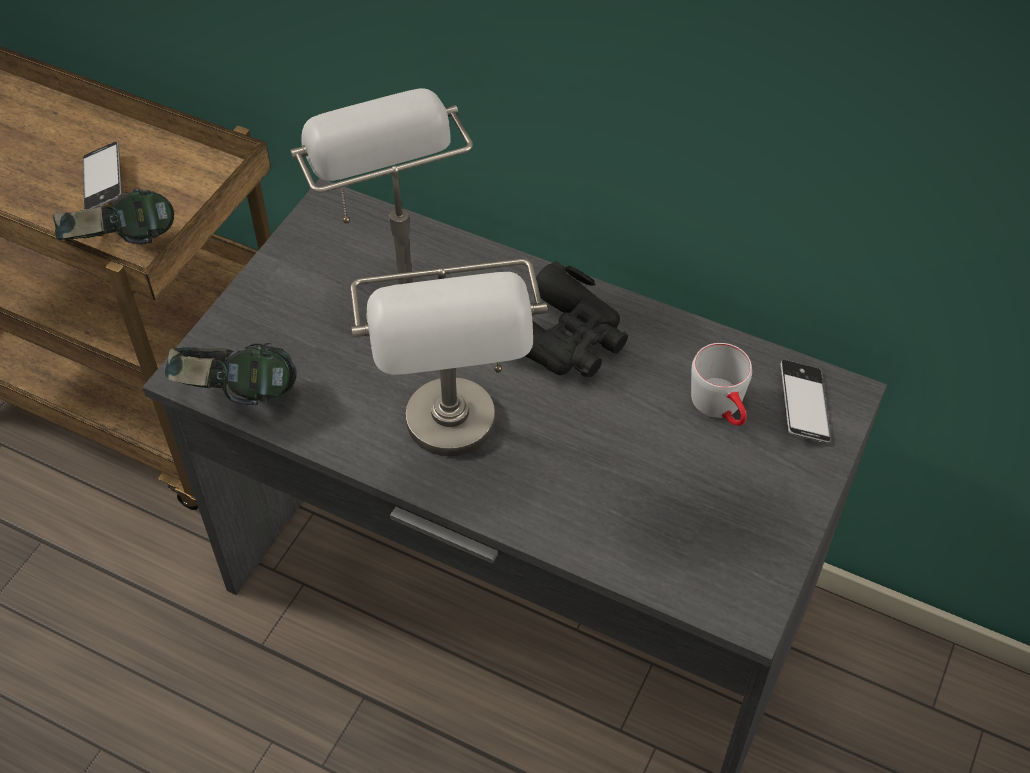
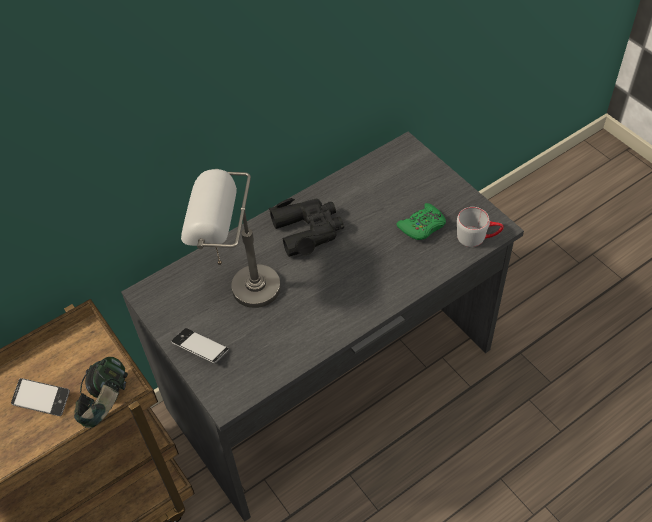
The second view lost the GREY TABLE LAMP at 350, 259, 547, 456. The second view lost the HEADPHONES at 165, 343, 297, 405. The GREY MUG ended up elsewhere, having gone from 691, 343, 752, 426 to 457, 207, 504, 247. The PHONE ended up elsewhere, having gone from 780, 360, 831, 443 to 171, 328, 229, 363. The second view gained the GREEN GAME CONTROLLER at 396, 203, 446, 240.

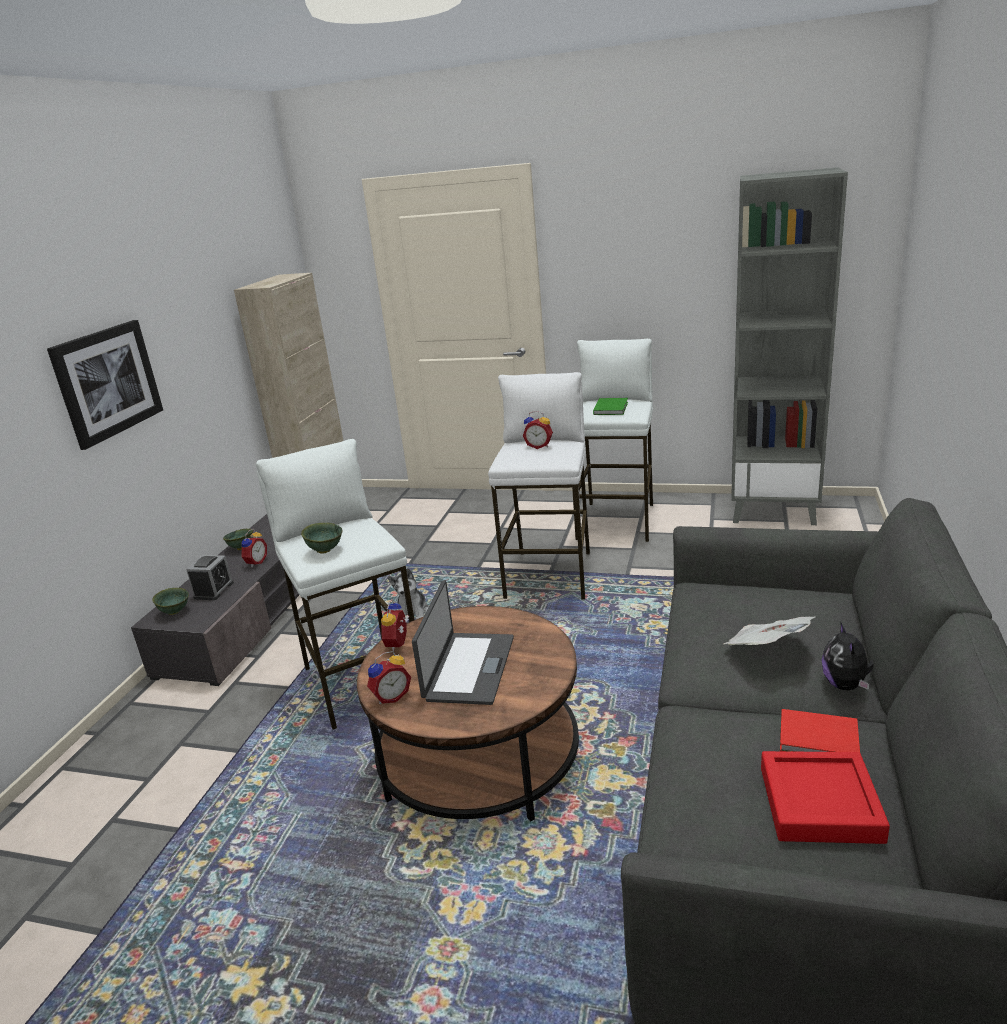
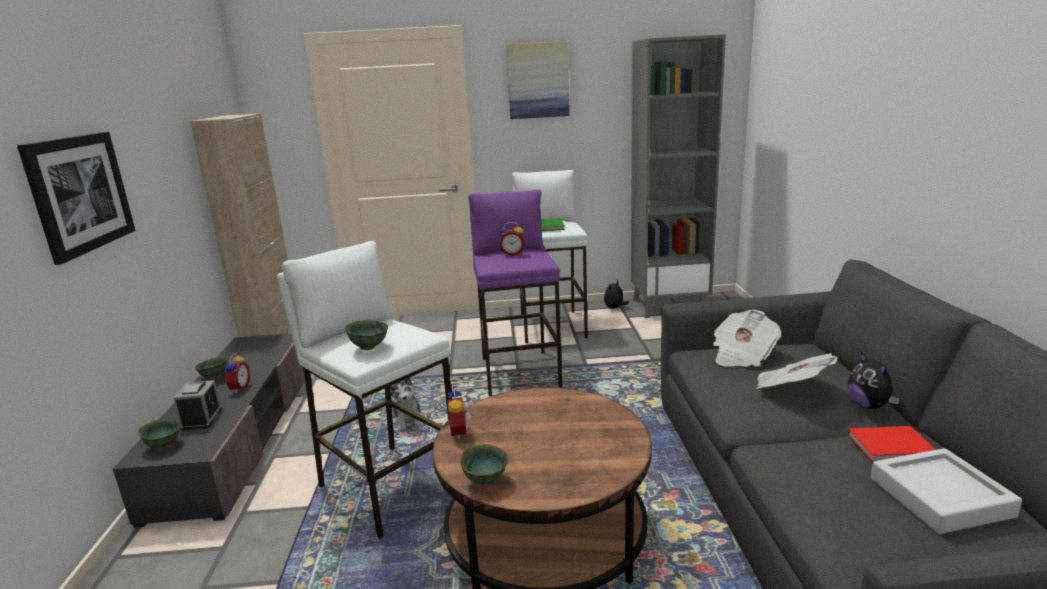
What was the WHITE STOOL at 488, 372, 590, 600 turned into the PURPLE STOOL at 468, 190, 562, 396. The second view lost the LAPTOP at 412, 580, 514, 705. Where the ALARM CLOCK stood at 367, 651, 411, 704, the GREEN BOWL came to stand at 460, 444, 508, 485. What was the RED TRAY at 761, 751, 890, 844 turned into the GREY TRAY at 871, 448, 1022, 534. The second view gained the PICTURE at 506, 41, 570, 119. The second view gained the PLUSH TOY at 604, 280, 629, 309. The second view gained the NEWSPAPER at 713, 309, 781, 367.

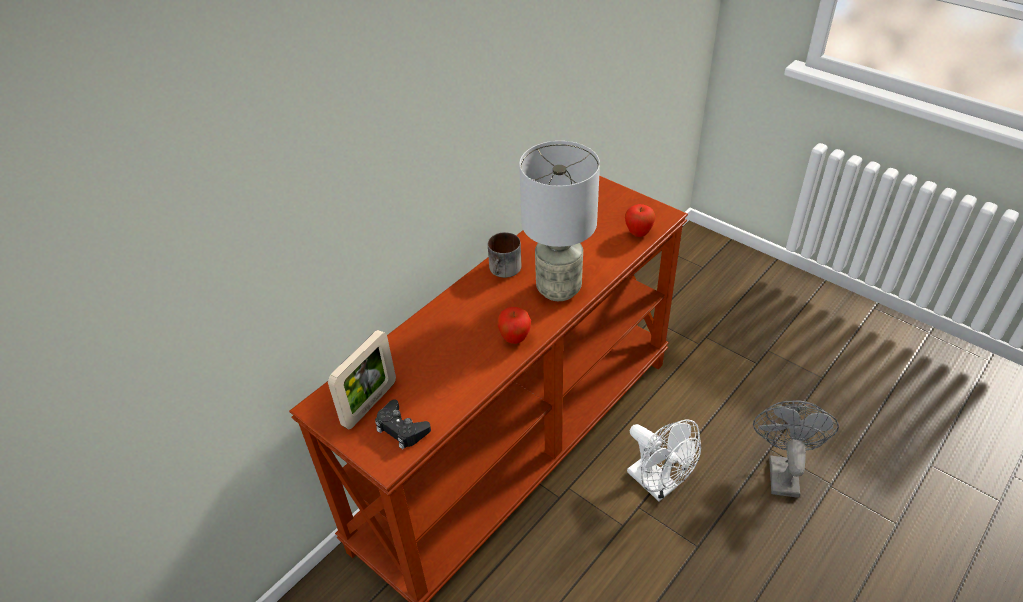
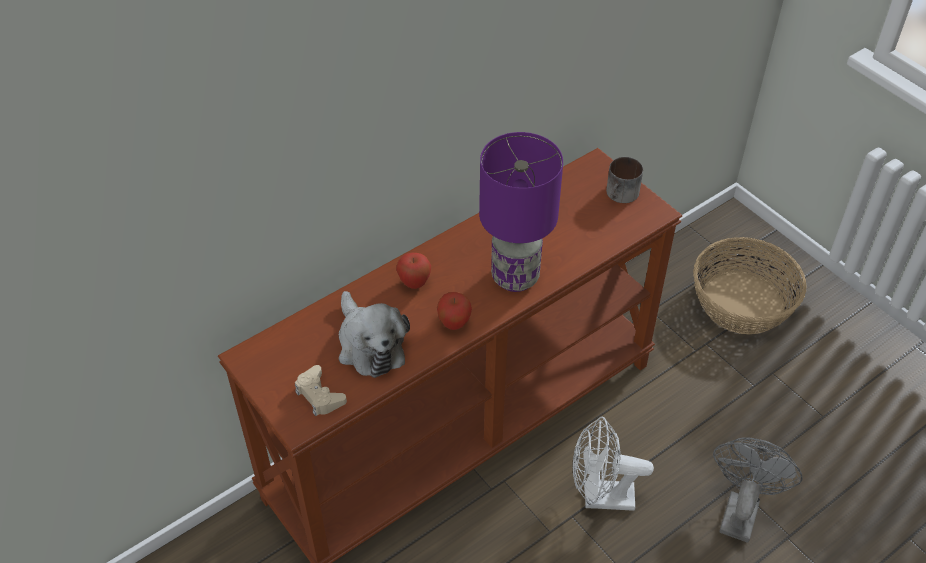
What was the GREY TABLE LAMP at 519, 141, 600, 301 turned into the PURPLE TABLE LAMP at 479, 132, 563, 292. The APPLE ended up elsewhere, having gone from 625, 204, 656, 237 to 396, 253, 431, 289. The MUG ended up elsewhere, having gone from 488, 232, 522, 278 to 606, 157, 643, 203. The second view lost the PICTURE FRAME at 328, 330, 396, 429. What was the BLACK GAME CONTROLLER at 375, 400, 431, 449 turned into the BEIGE GAME CONTROLLER at 295, 365, 347, 416. The WHITE FAN at 627, 419, 701, 502 ended up facing another way, 120 degrees clockwise from before. The second view gained the BASKET at 693, 237, 807, 334. The second view gained the PLUSH TOY at 339, 291, 410, 378.

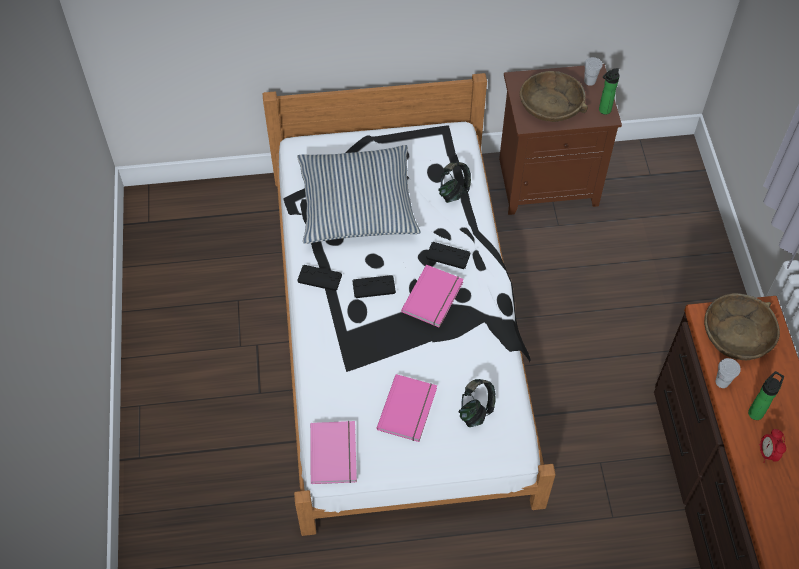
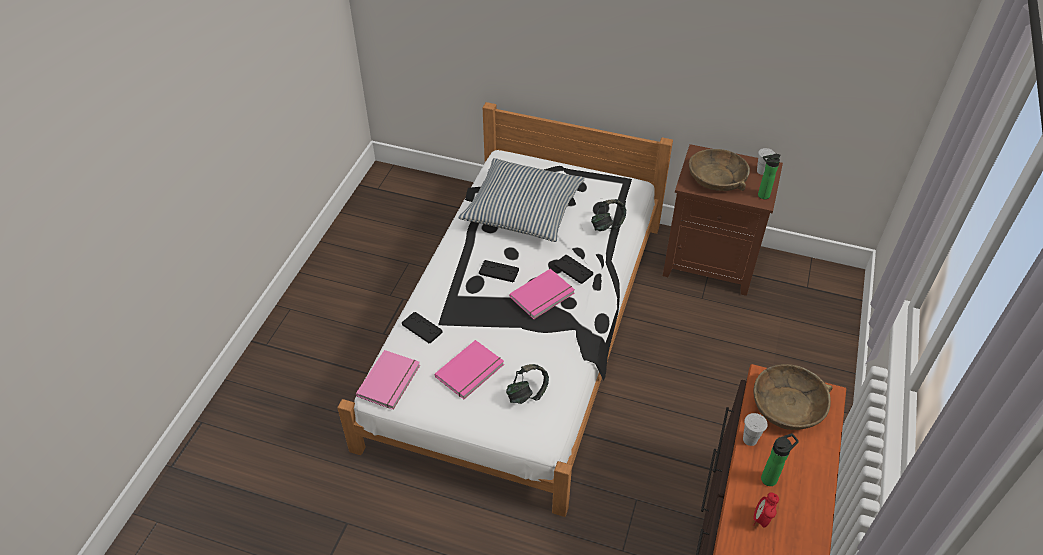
The BLACK GAME CONTROLLER ended up elsewhere, having gone from 297, 265, 342, 291 to 402, 312, 443, 343.

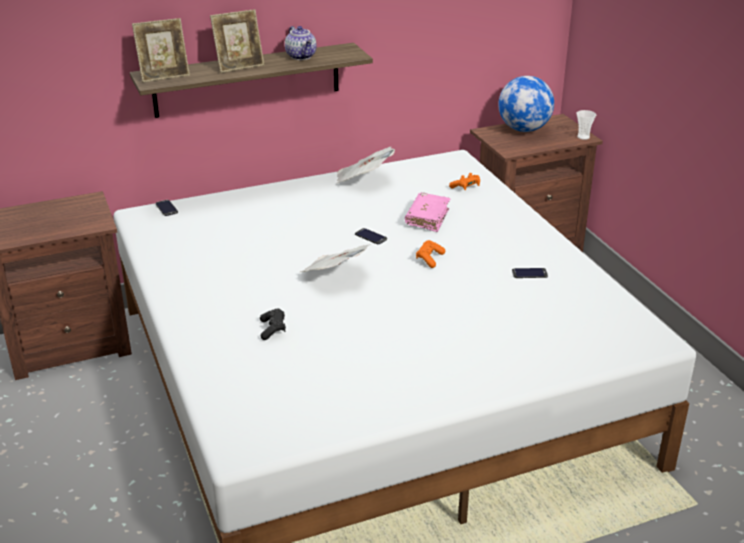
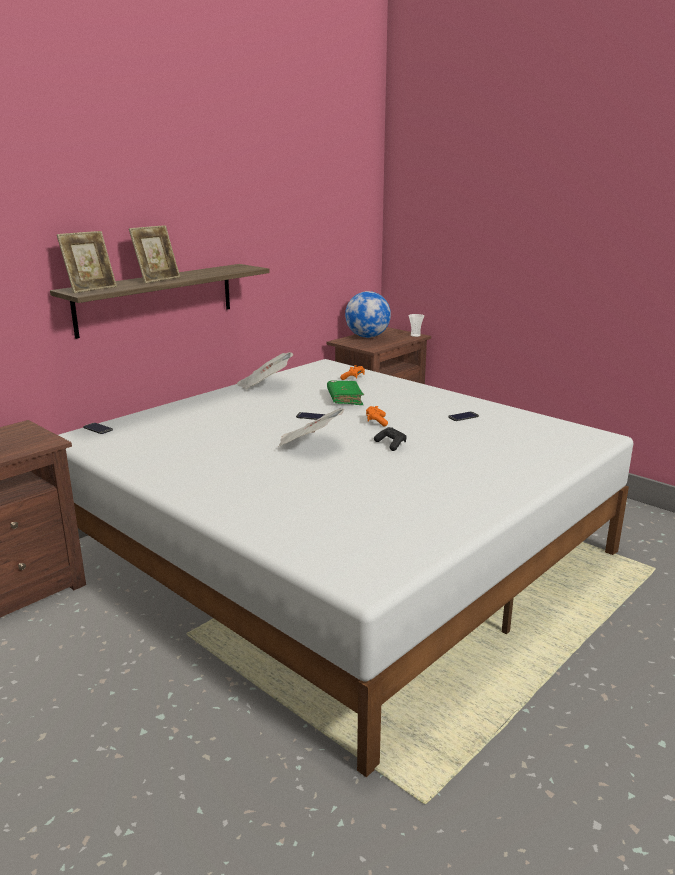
The second view lost the TEAPOT at 285, 26, 317, 60. What was the PINK BOOK at 405, 193, 450, 232 turned into the GREEN BOOK at 327, 380, 364, 405. The BLACK GAME CONTROLLER ended up elsewhere, having gone from 260, 309, 286, 340 to 374, 427, 407, 451.

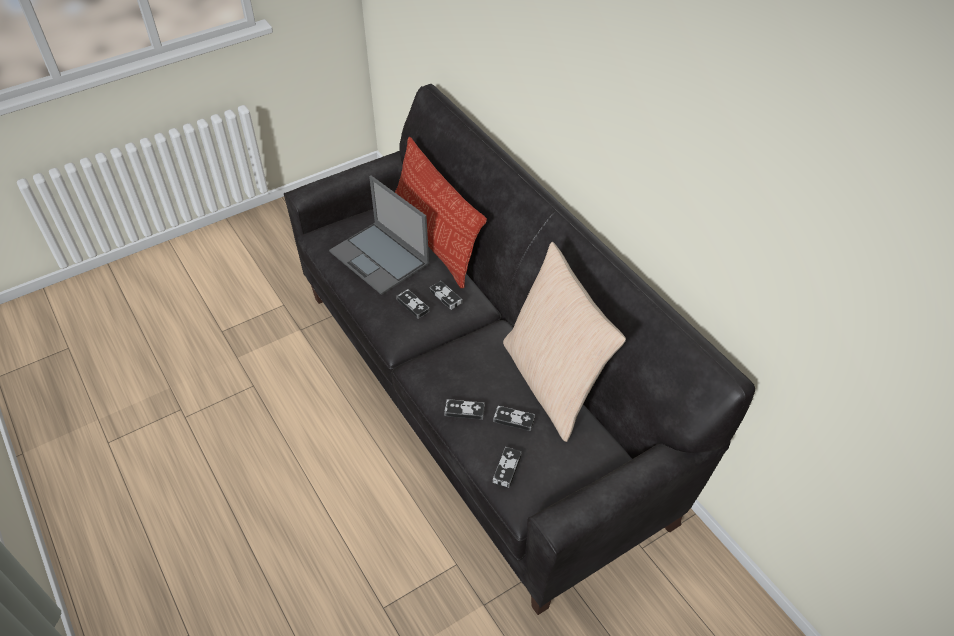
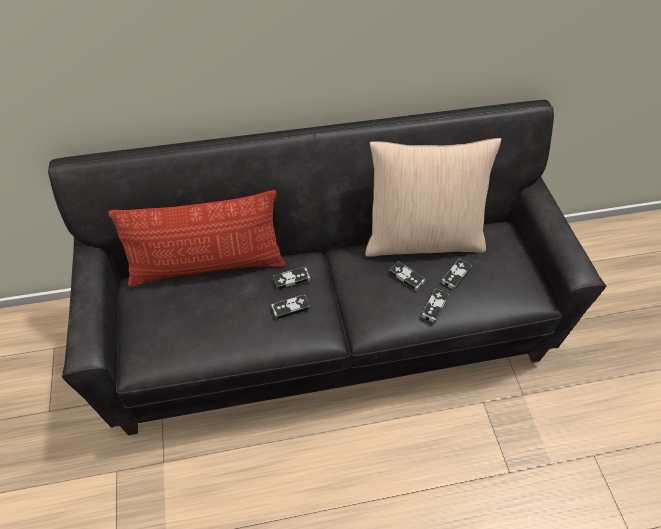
The second view lost the LAPTOP at 329, 175, 429, 295. The GAME CONTROLLER ended up elsewhere, having gone from 493, 447, 522, 488 to 389, 261, 426, 291.

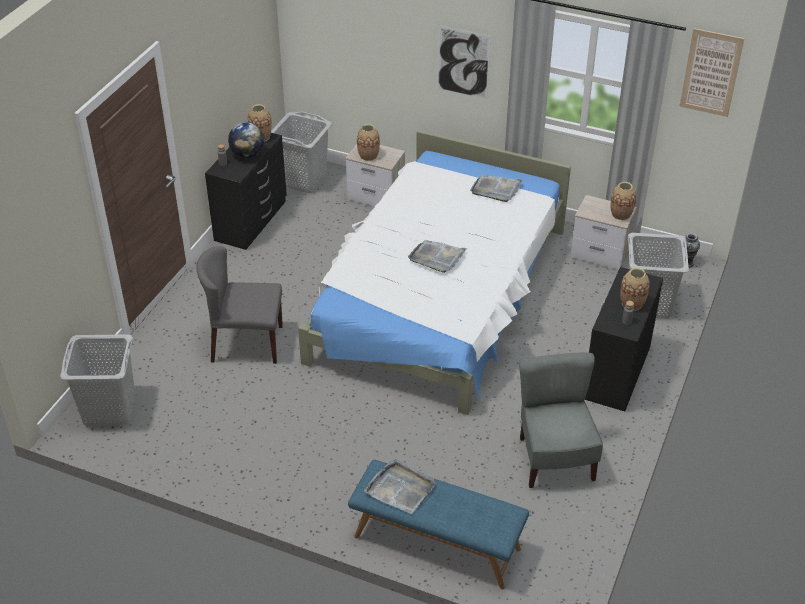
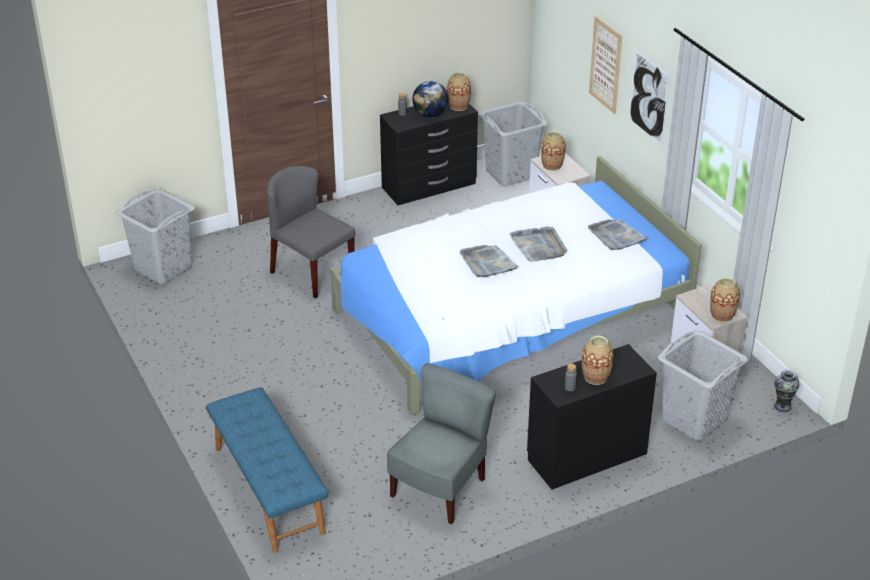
The PICTURE ended up elsewhere, having gone from 679, 28, 744, 117 to 589, 16, 622, 114. The GREY TRAY ended up elsewhere, having gone from 364, 459, 436, 514 to 509, 226, 567, 262.

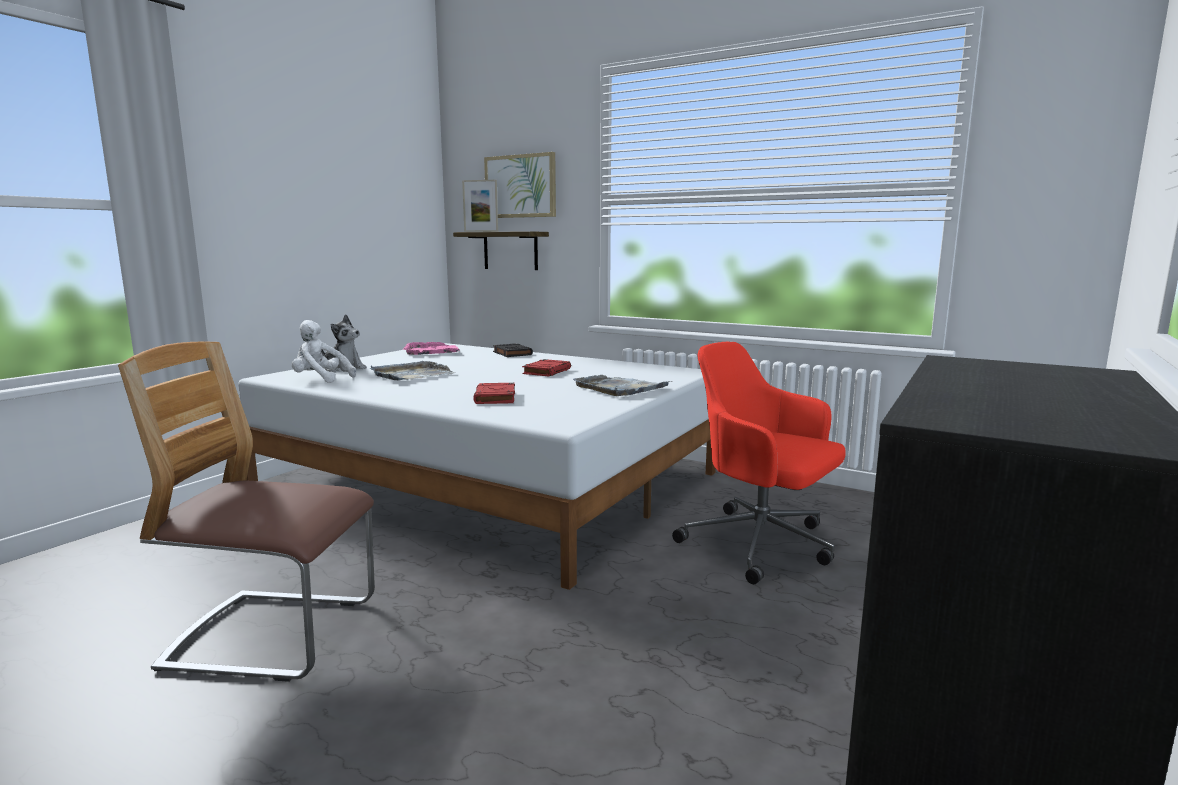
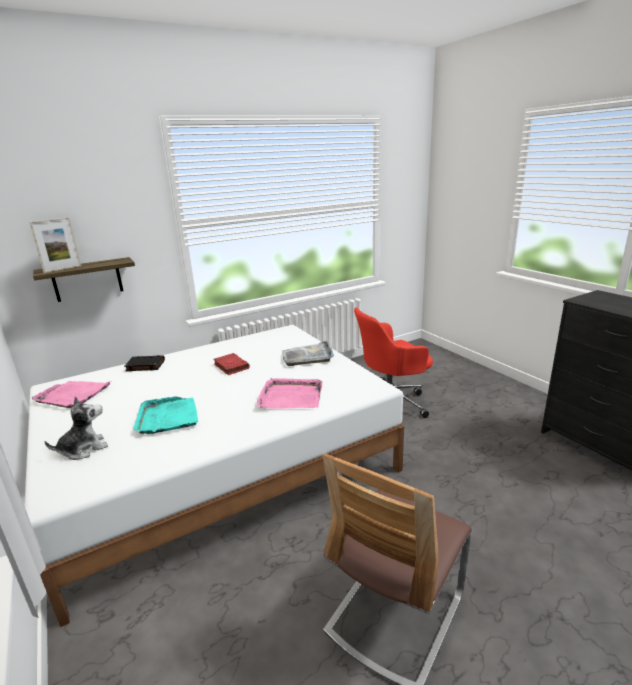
The second view lost the PICTURE at 484, 152, 556, 218. The second view lost the WHITE PLUSH TOY at 292, 320, 356, 383. What was the GREY TRAY at 369, 361, 456, 381 turned into the TURQUOISE TRAY at 133, 396, 198, 434. Where the RED BOOK stood at 473, 383, 515, 404, the PINK TRAY came to stand at 257, 378, 322, 409.

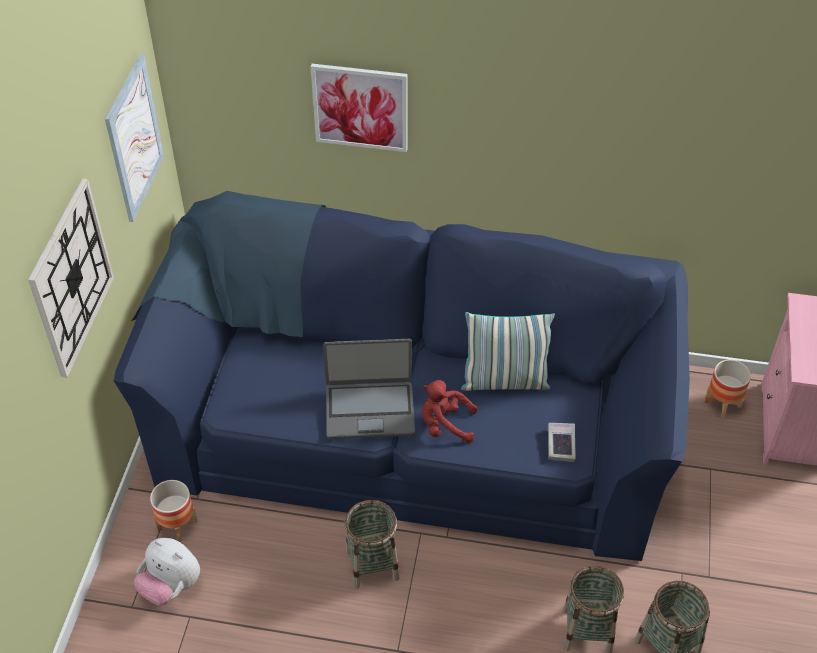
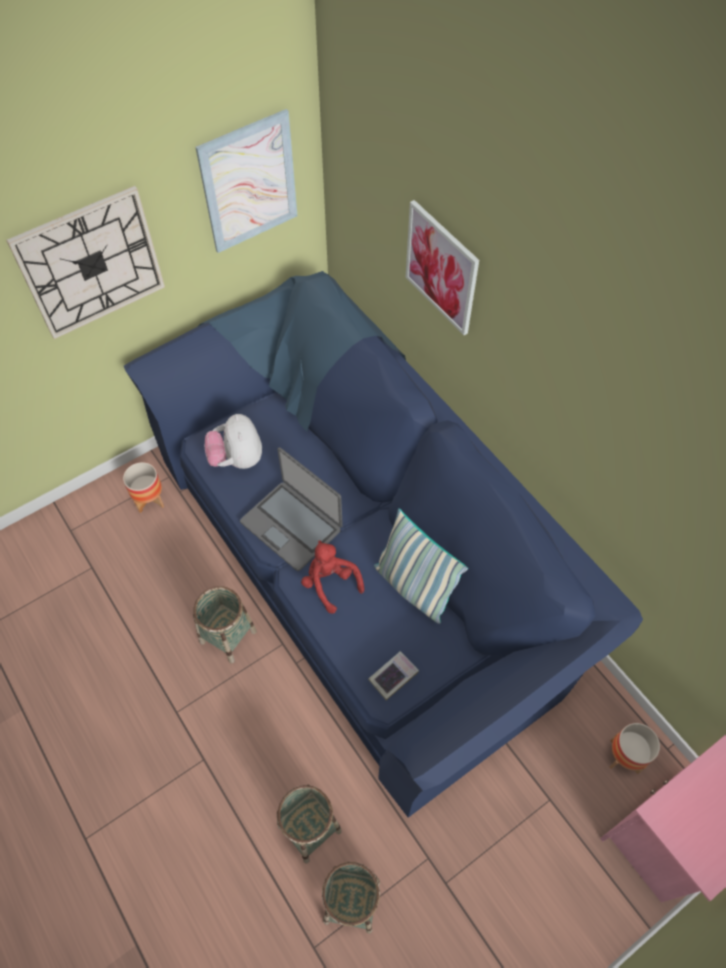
The PLUSH TOY ended up elsewhere, having gone from 134, 538, 200, 606 to 205, 414, 262, 469.

